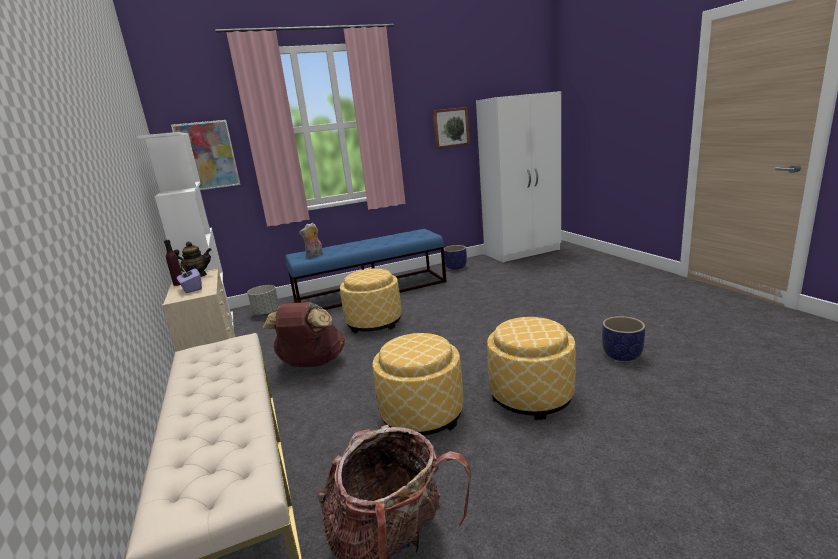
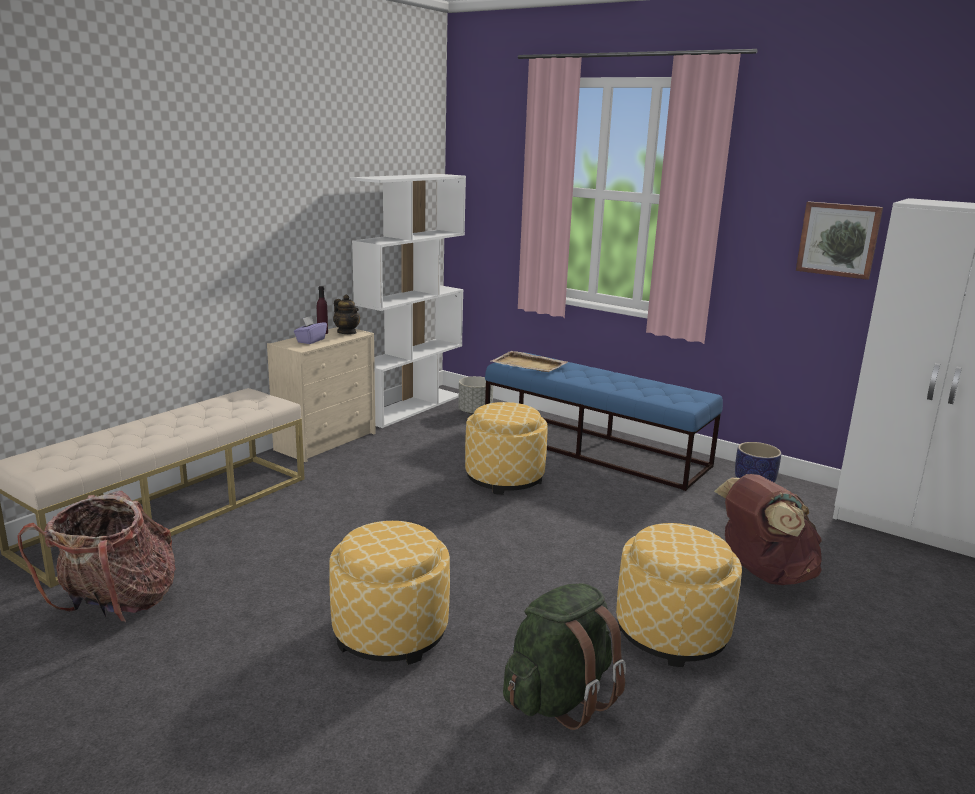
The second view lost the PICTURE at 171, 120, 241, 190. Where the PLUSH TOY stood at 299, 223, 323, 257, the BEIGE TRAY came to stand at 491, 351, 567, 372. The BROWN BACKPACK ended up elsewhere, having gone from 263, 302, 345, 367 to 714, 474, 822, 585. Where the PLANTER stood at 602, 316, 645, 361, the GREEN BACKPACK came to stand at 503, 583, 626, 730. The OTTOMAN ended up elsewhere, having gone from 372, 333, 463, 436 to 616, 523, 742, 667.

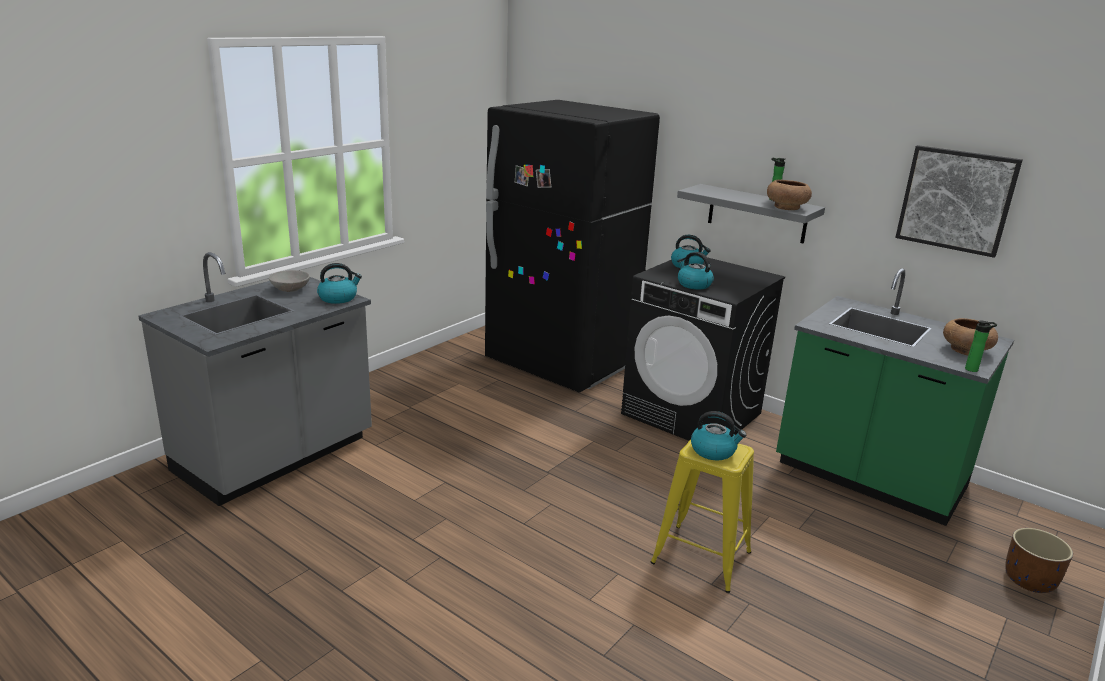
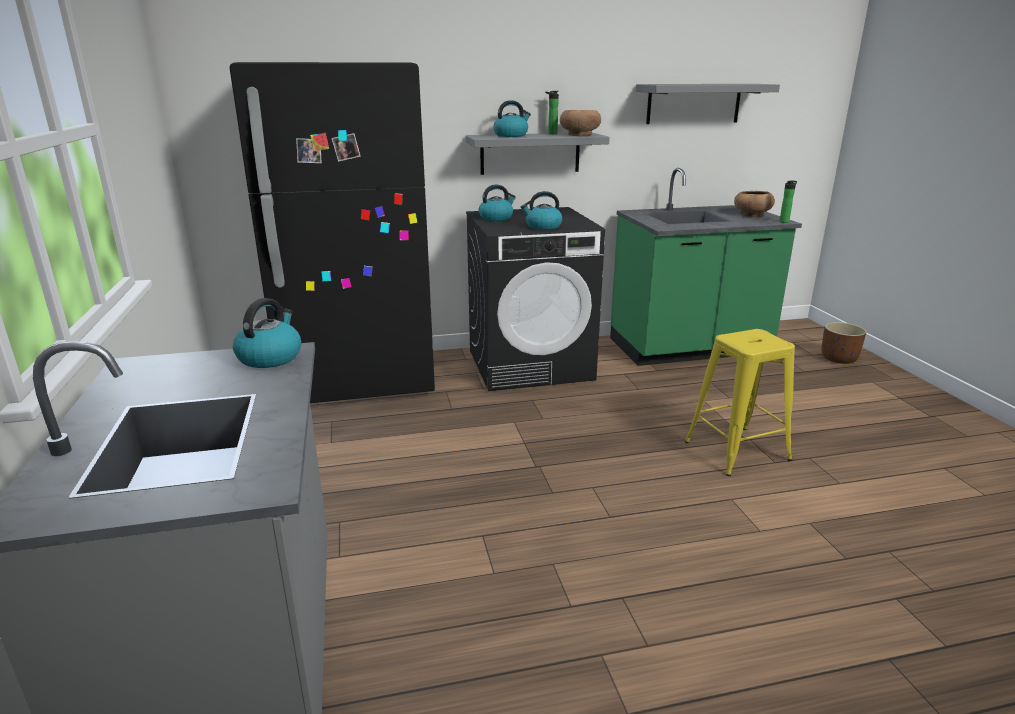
Where the PICTURE hung at 895, 145, 1023, 258, the GREY SHELF came to hang at 636, 84, 780, 124. The second view lost the GREY BOWL at 269, 270, 310, 292. The KETTLE ended up elsewhere, having gone from 691, 411, 746, 460 to 493, 100, 531, 137.

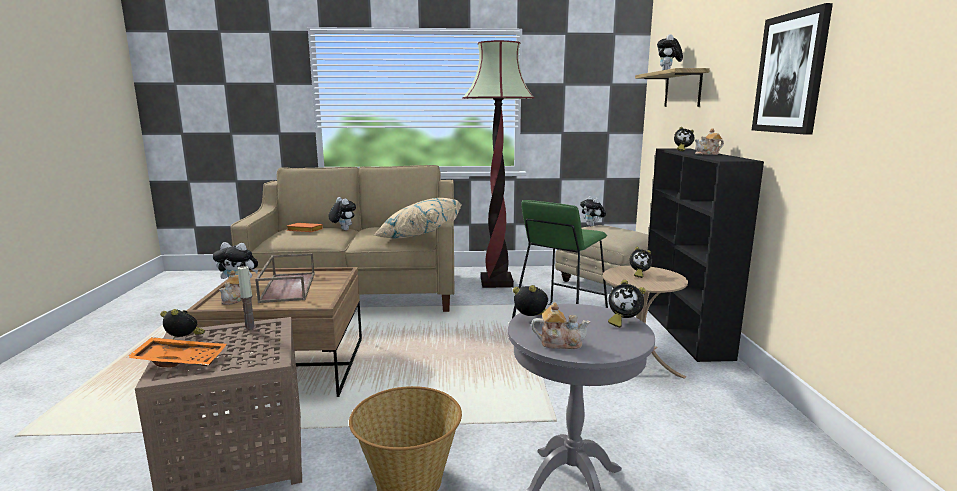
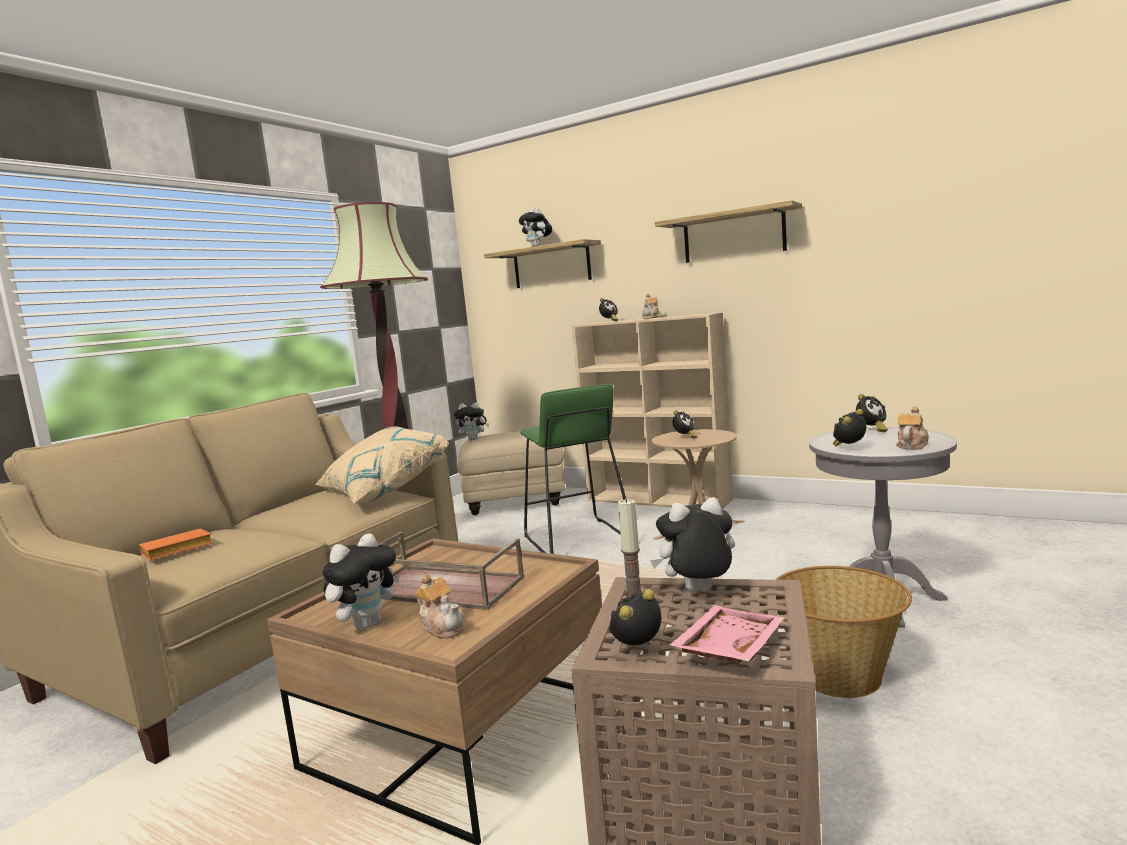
Where the PICTURE hung at 752, 3, 833, 135, the SHELF came to hang at 655, 200, 802, 263. What was the BLACK BOOKCASE at 647, 149, 764, 362 turned into the BEIGE BOOKCASE at 572, 313, 733, 510. The PLUSH TOY ended up elsewhere, having gone from 328, 197, 356, 230 to 650, 497, 735, 592. What was the ORANGE TRAY at 126, 337, 227, 367 turned into the PINK TRAY at 669, 605, 784, 663.

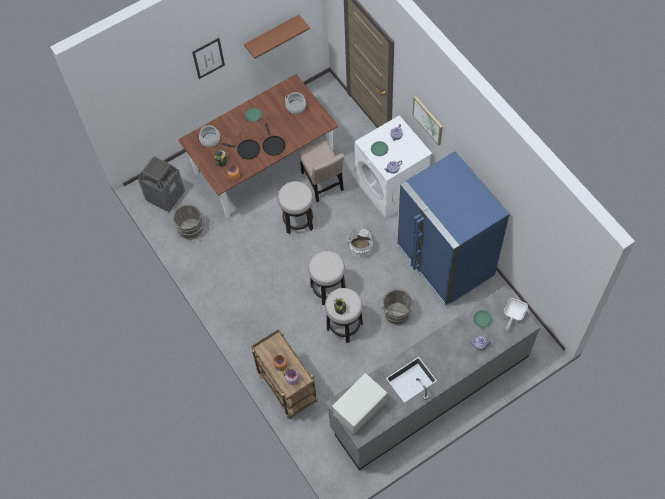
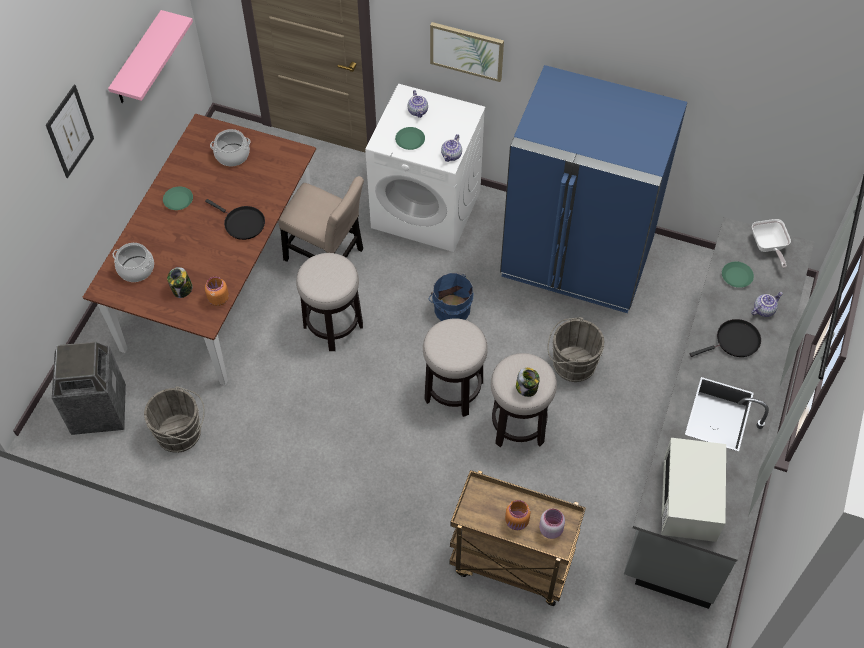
What was the BROWN SHELF at 244, 15, 310, 59 turned into the PINK SHELF at 108, 10, 193, 103. The BLACK FRYING PAN ended up elsewhere, having gone from 221, 139, 260, 159 to 690, 319, 761, 357. What was the WHITE BUCKET at 347, 228, 373, 258 turned into the BLUE BUCKET at 429, 273, 474, 321.

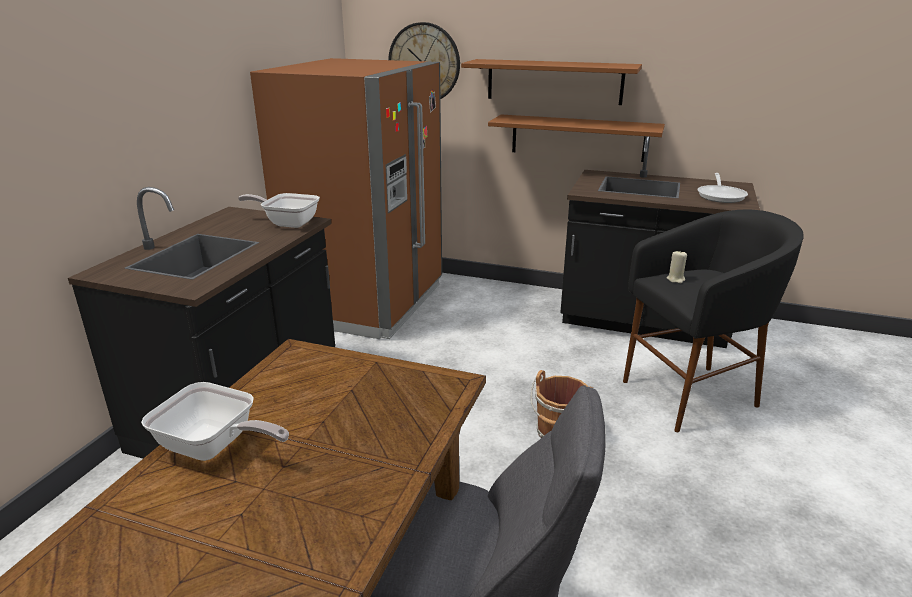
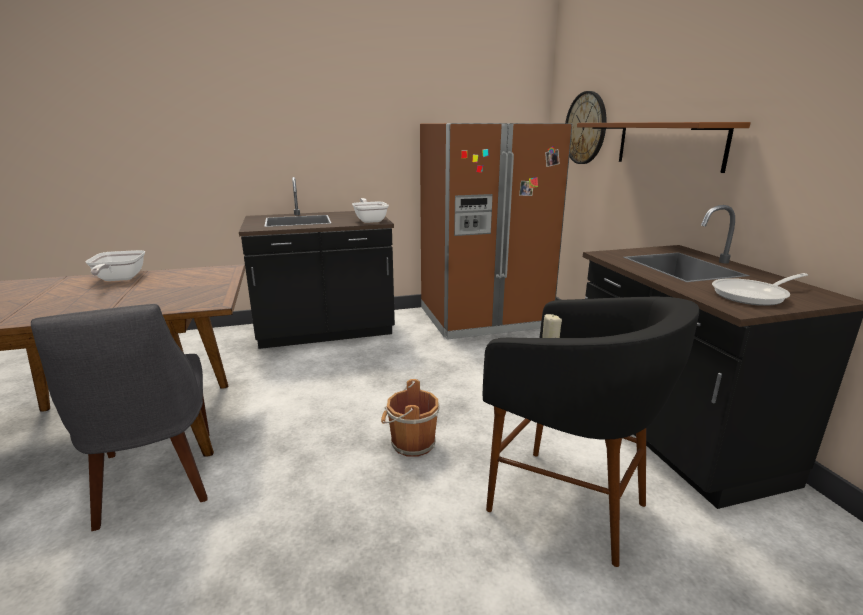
The second view lost the BROWN SHELF at 488, 115, 665, 162.

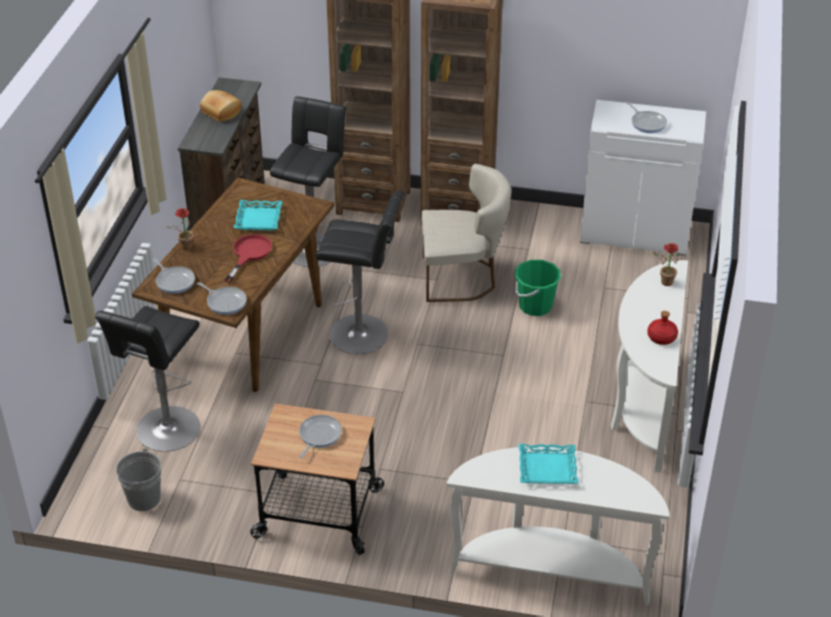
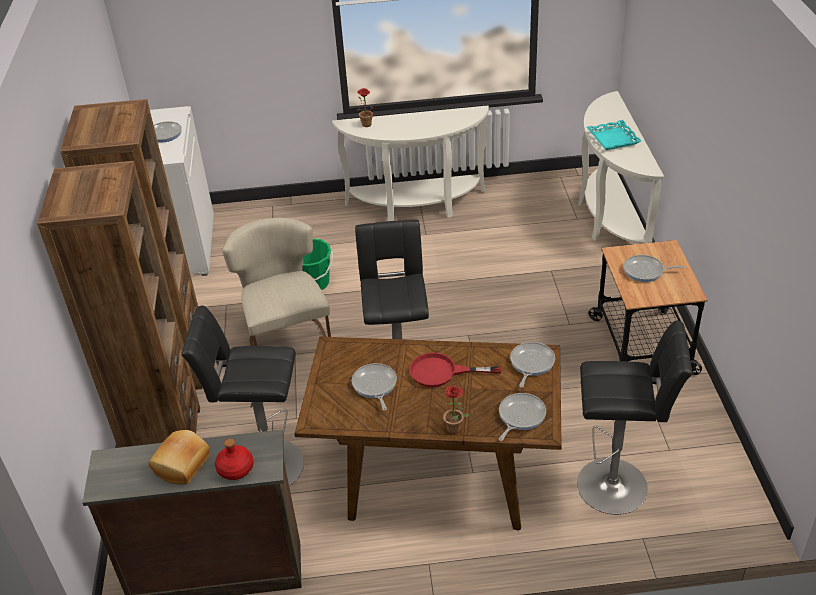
Where the TURQUOISE TRAY stood at 234, 200, 283, 231, the FRYING PAN came to stand at 352, 363, 397, 411. The RED BOTTLE ended up elsewhere, having gone from 647, 311, 678, 345 to 215, 438, 253, 480. The second view lost the GREY BUCKET at 116, 449, 161, 511.

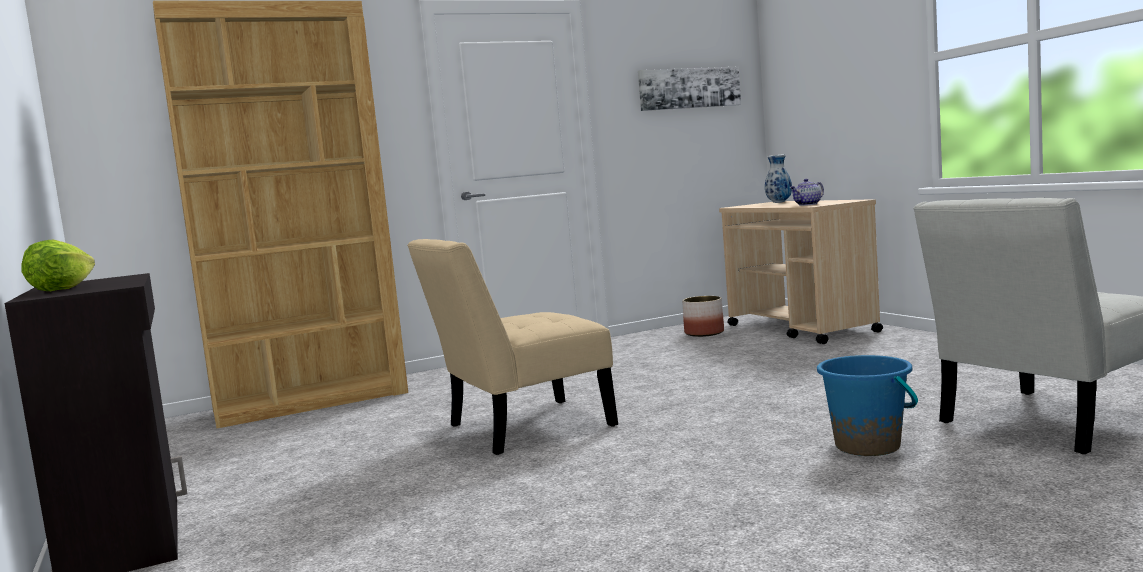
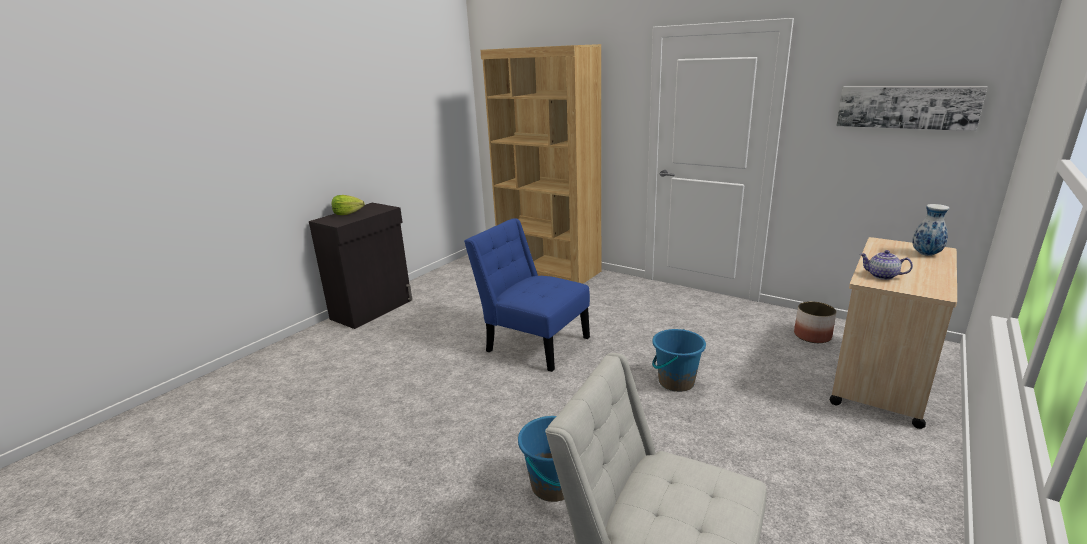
What was the BEIGE CHAIR at 407, 239, 618, 455 turned into the BLUE CHAIR at 464, 218, 590, 372. The second view gained the BLUE BUCKET at 652, 329, 706, 392.

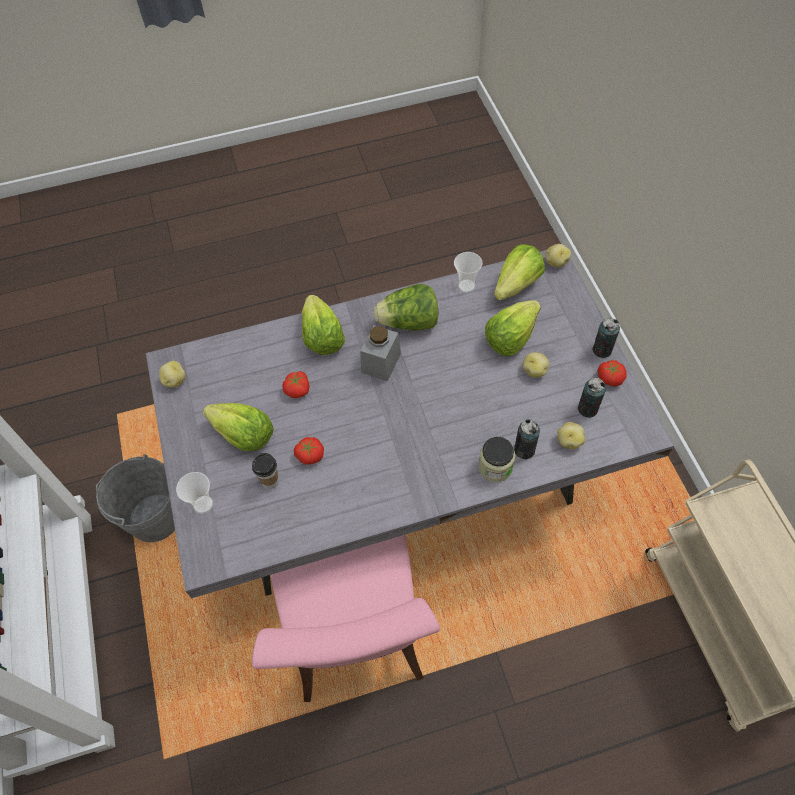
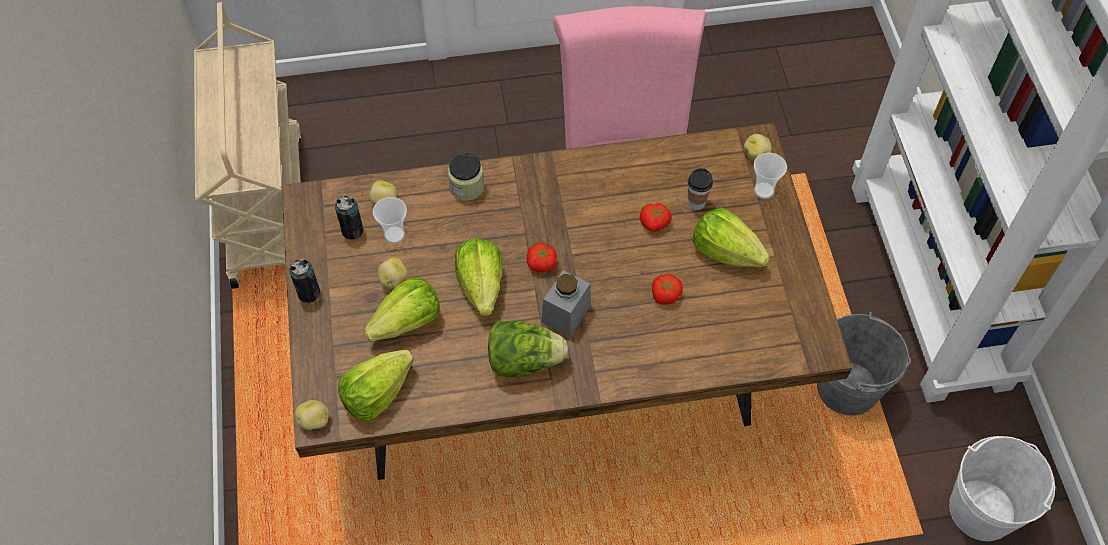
What was the GREY DINING TABLE at 146, 250, 675, 598 turned into the BROWN DINING TABLE at 282, 123, 852, 480. The CUP ended up elsewhere, having gone from 454, 252, 483, 293 to 373, 197, 407, 243. The LETTUCE ended up elsewhere, having gone from 302, 295, 345, 355 to 455, 238, 502, 316. The TOMATO ended up elsewhere, having gone from 597, 360, 627, 386 to 527, 242, 557, 272. The POTATO ended up elsewhere, having gone from 159, 361, 186, 388 to 743, 134, 772, 161. The second view lost the CAN at 514, 419, 540, 459. The second view gained the WHITE BUCKET at 949, 436, 1055, 541.

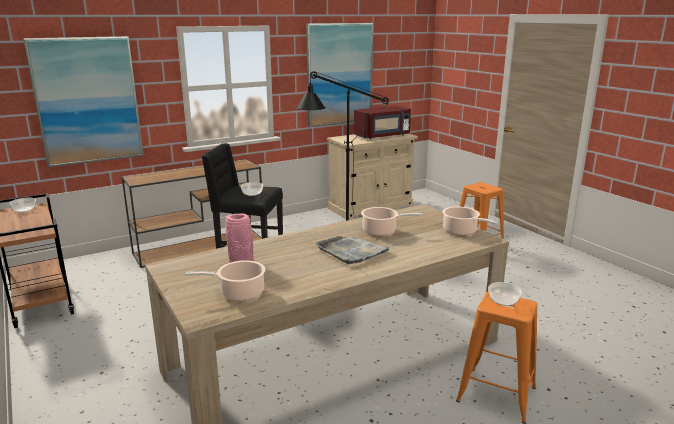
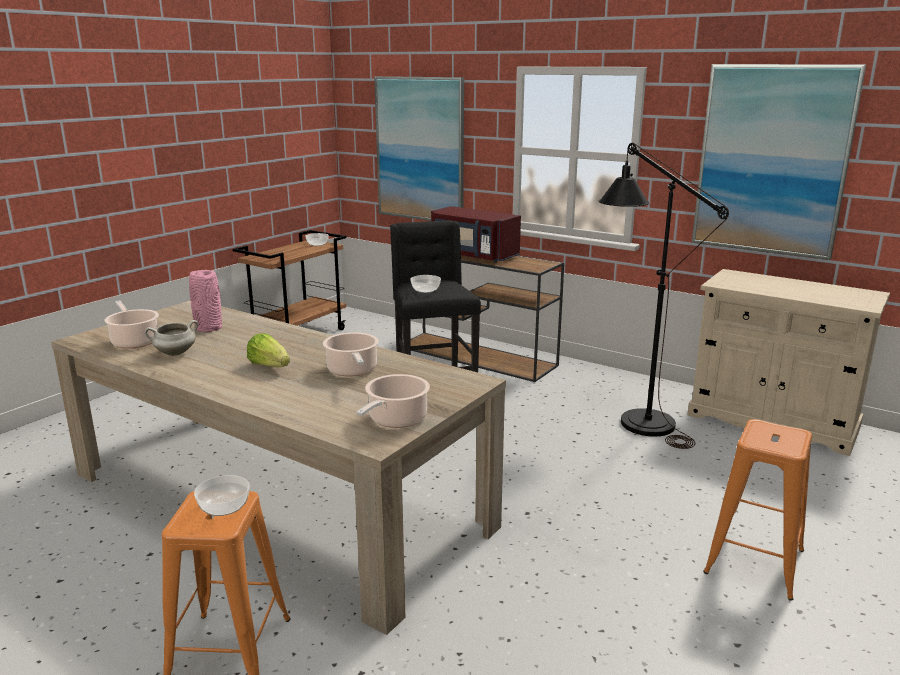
The RED MICROWAVE ended up elsewhere, having gone from 354, 106, 411, 139 to 431, 206, 521, 263. Where the GREY TRAY stood at 316, 236, 391, 264, the LETTUCE came to stand at 247, 333, 290, 367. The second view gained the WHITE COOKING POT at 145, 320, 198, 356.

